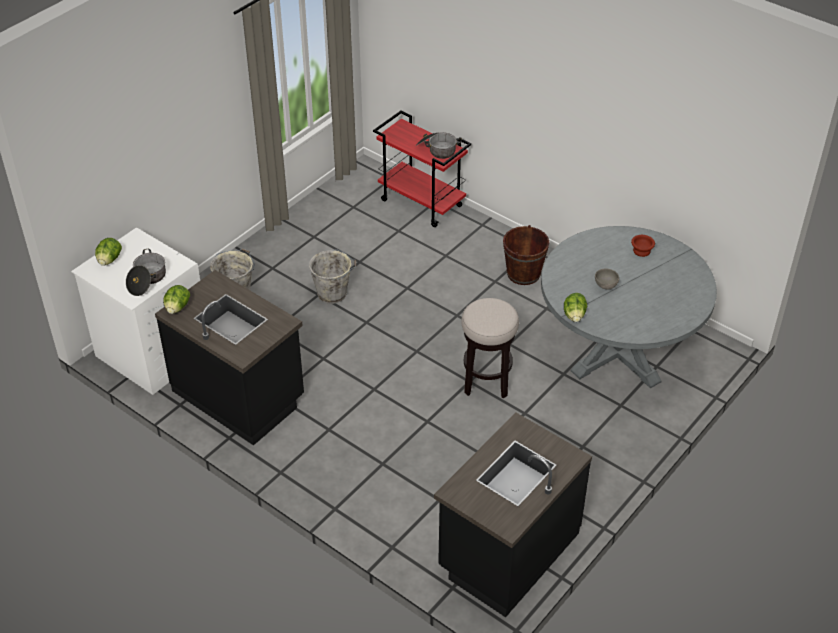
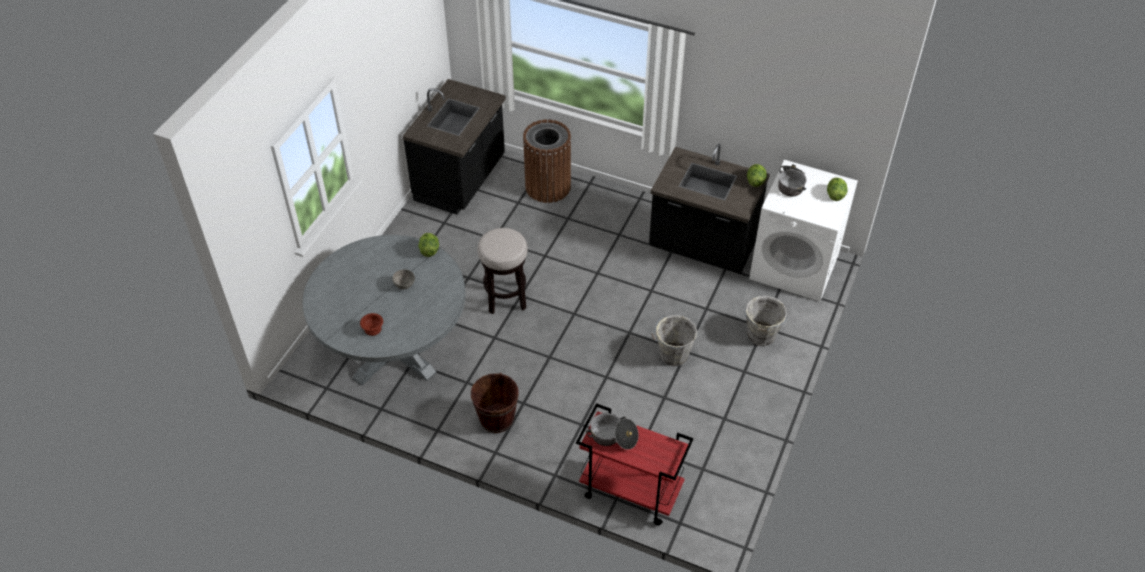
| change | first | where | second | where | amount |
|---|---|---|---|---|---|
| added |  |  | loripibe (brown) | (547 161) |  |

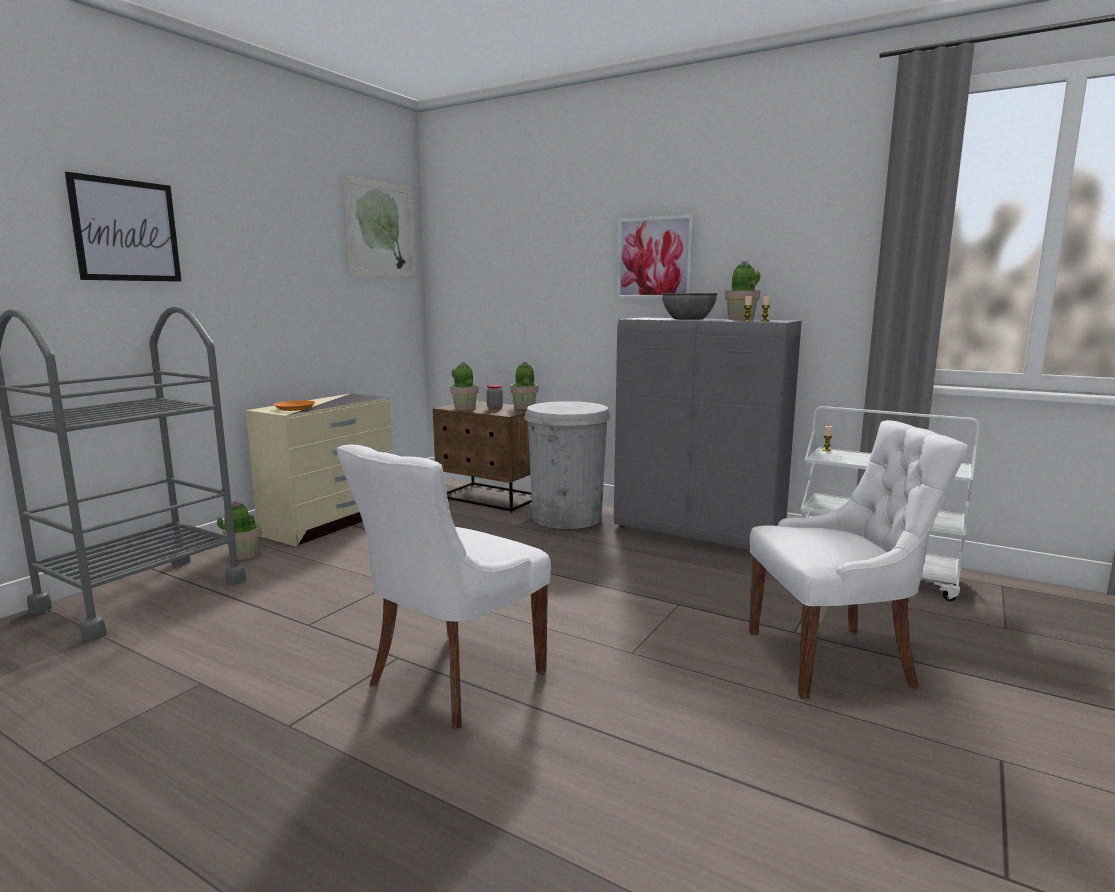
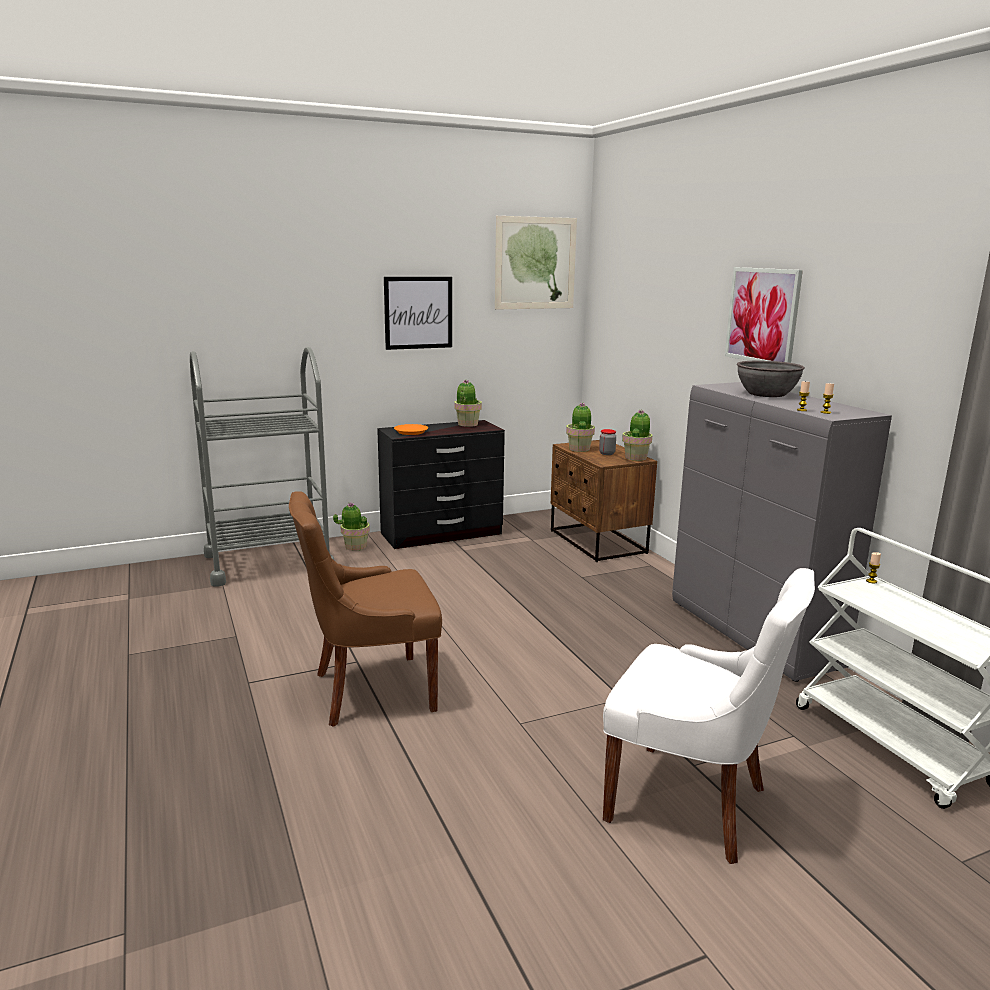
| change | first | where | second | where | amount |
|---|---|---|---|---|---|
| recoloured | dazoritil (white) | (443 587) | dazoritil (brown) | (365 609) |  |
| recoloured | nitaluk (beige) | (319 469) | nitaluk (black) | (441 484) |  |
| moved | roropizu | (123 227) |  | (418 313) |  |
| moved | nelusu | (742 290) |  | (468 403) |  |
| removed | loripibe (white) | (567 465) |  |  |  |

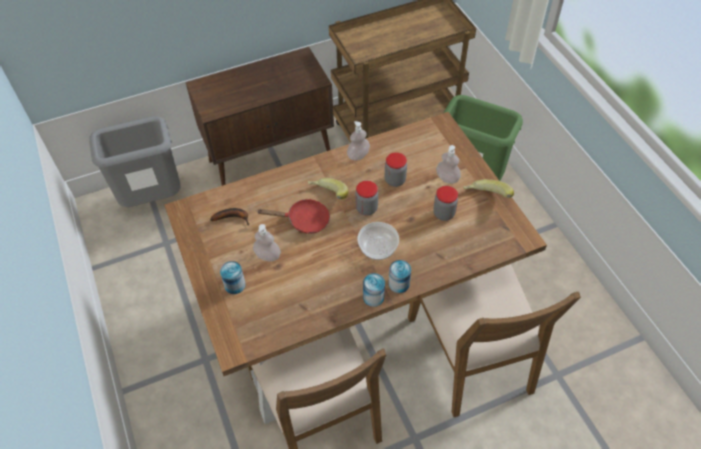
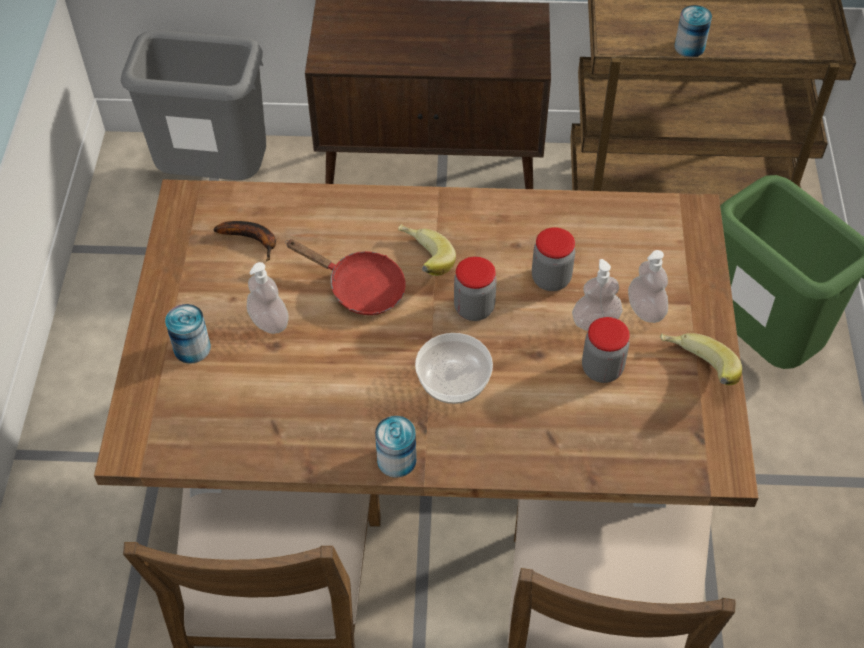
| change | first | where | second | where | amount |
|---|---|---|---|---|---|
| moved | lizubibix | (358 141) |  | (597 295) |  |
| moved | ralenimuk | (400 276) |  | (693 31) |  |

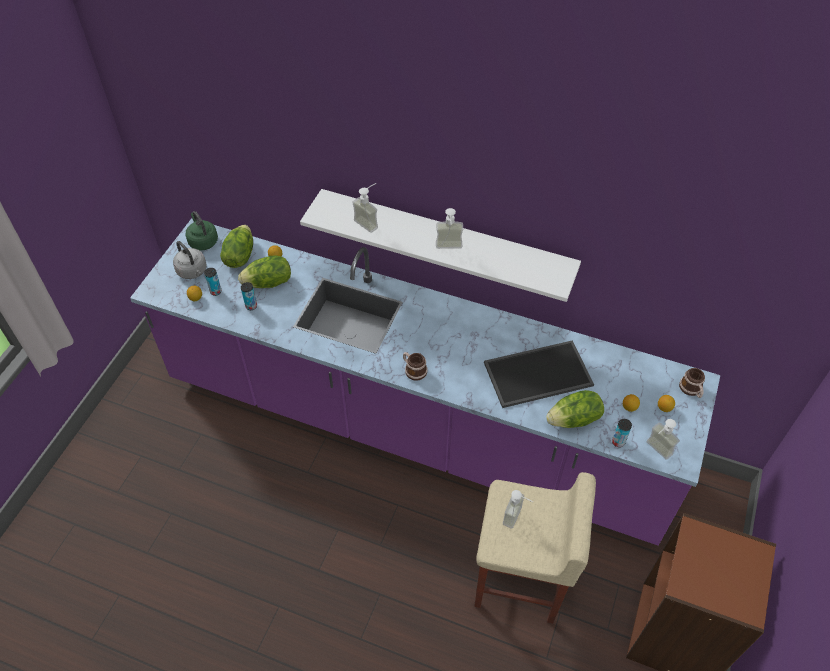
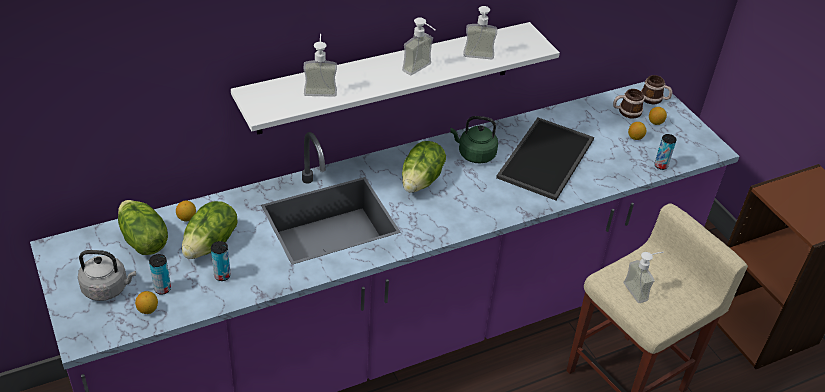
| change | first | where | second | where | amount |
|---|---|---|---|---|---|
| moved | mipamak | (575 409) |  | (424 167) |  |
| moved | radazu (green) | (201 231) |  | (474 139) |  |
| moved | lizubibix | (663 439) |  | (480 32) |  |
| moved | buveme | (415 366) |  | (628 104) |  |

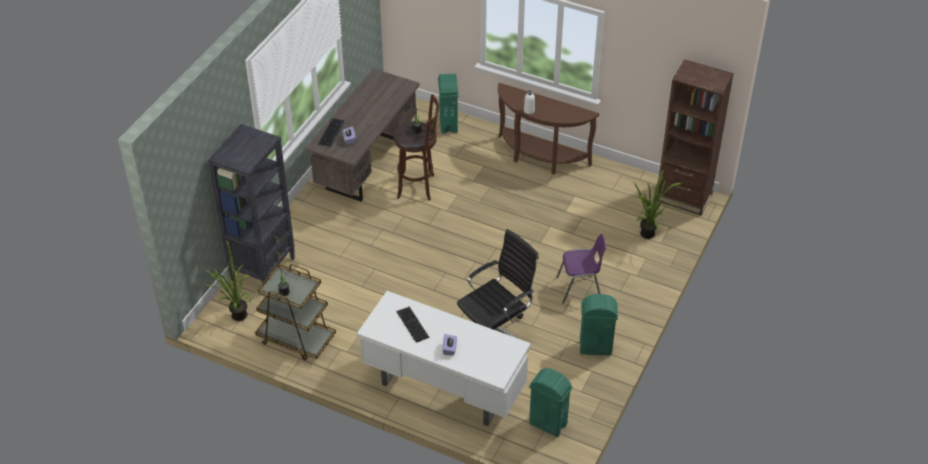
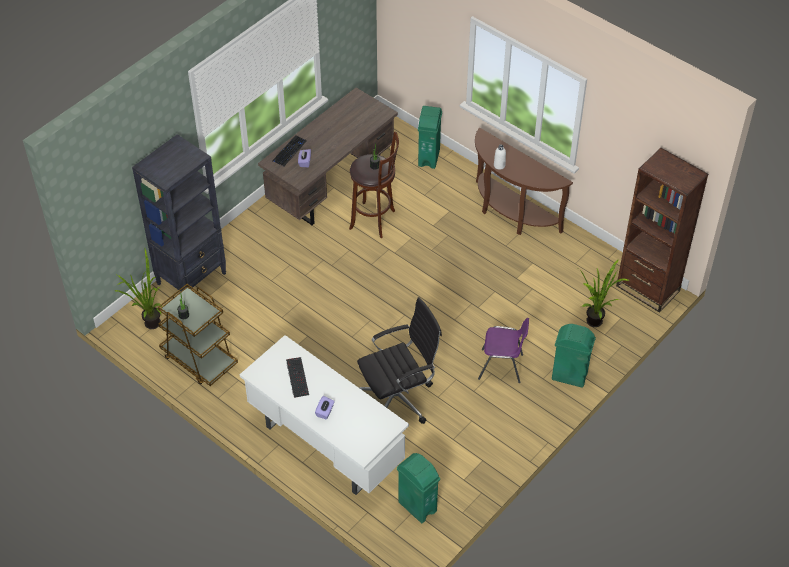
| change | first | where | second | where | amount |
|---|---|---|---|---|---|
| moved | loripibe (green) | (599 325) |  | (574 356) |  |

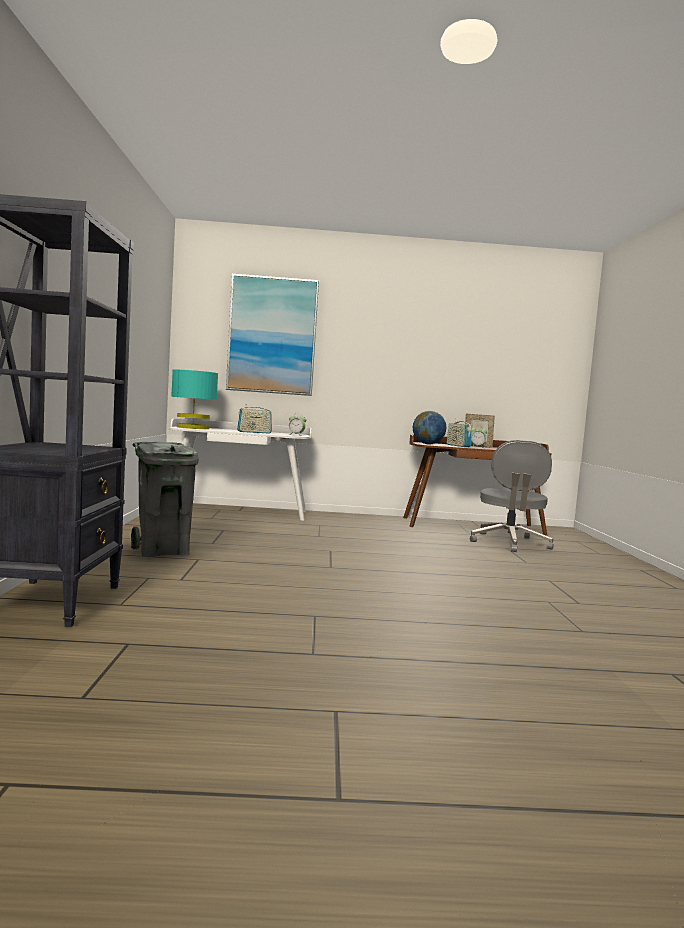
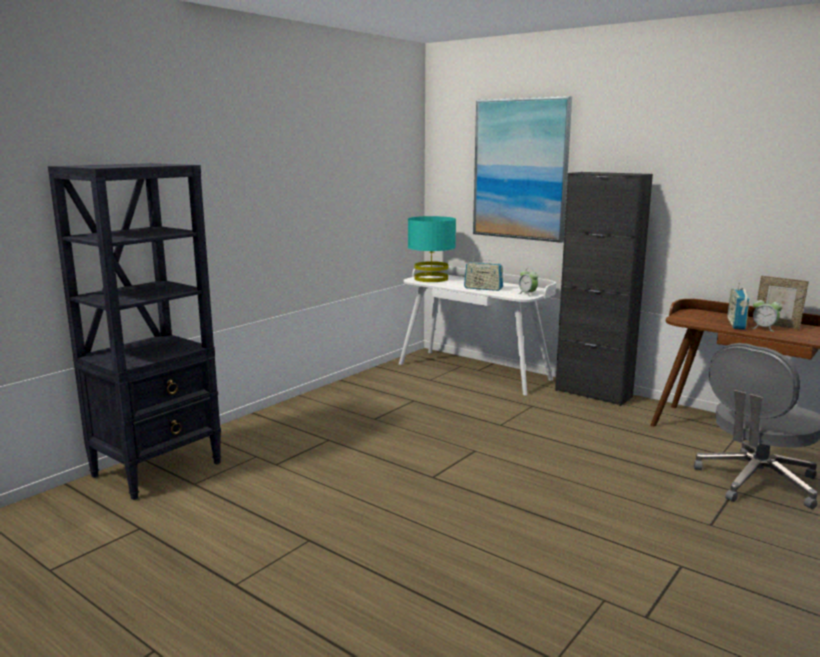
| change | first | where | second | where | amount |
|---|---|---|---|---|---|
| added |  |  | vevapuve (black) | (604 289) |  |
| removed | loripibe (grey) | (165 499) |  |  |  |
| removed | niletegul | (429 427) |  |  |  |

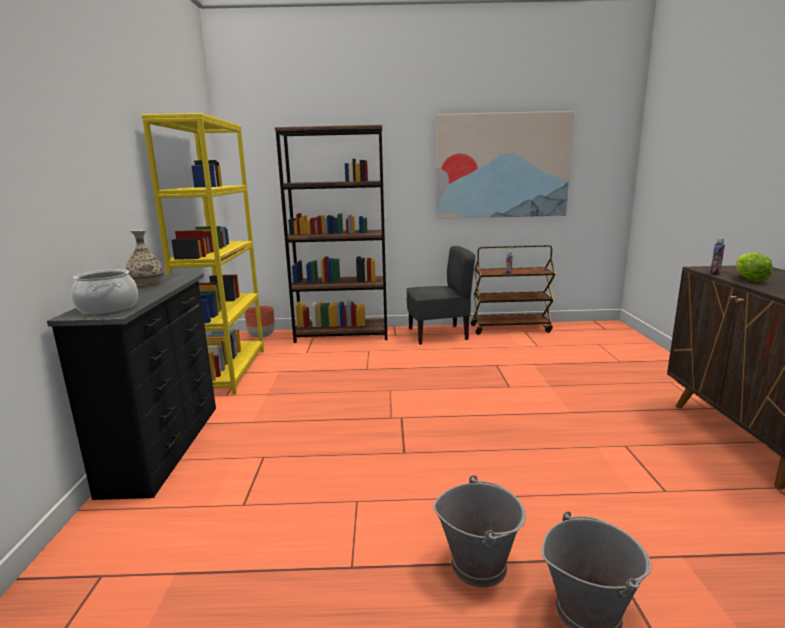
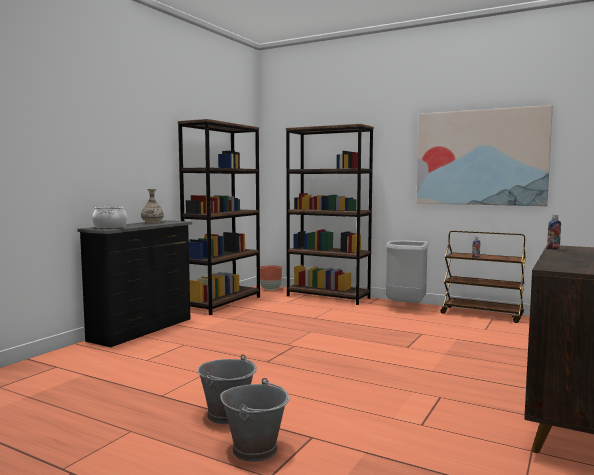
| change | first | where | second | where | amount |
|---|---|---|---|---|---|
| recoloured | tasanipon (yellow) | (202 254) | tasanipon (brown) | (219 217) |  |
| replaced | dazoritil (grey) | (440 295) | loripibe (grey) | (407 271) |  |
| removed | mipamak | (754 267) |  |  |  |

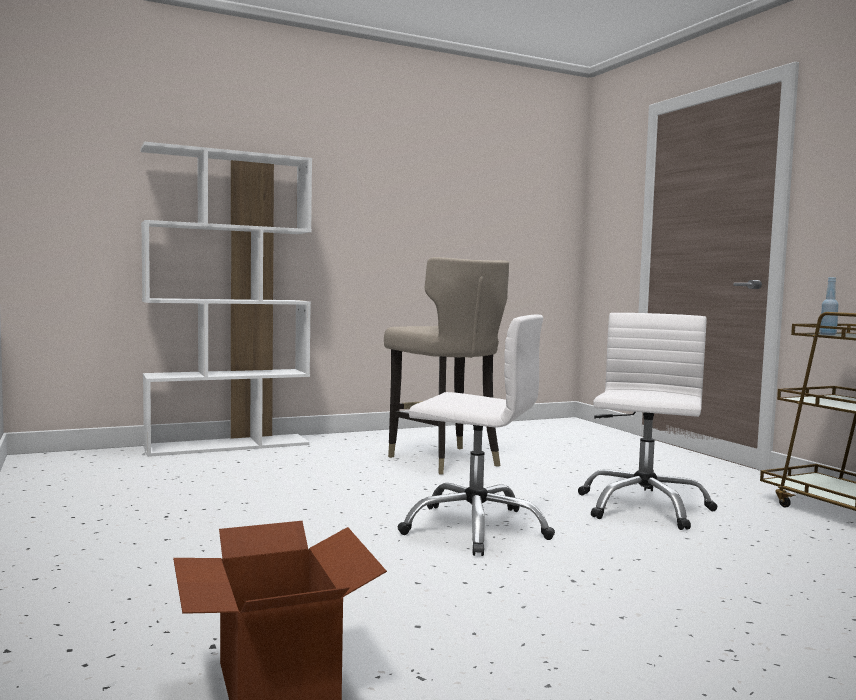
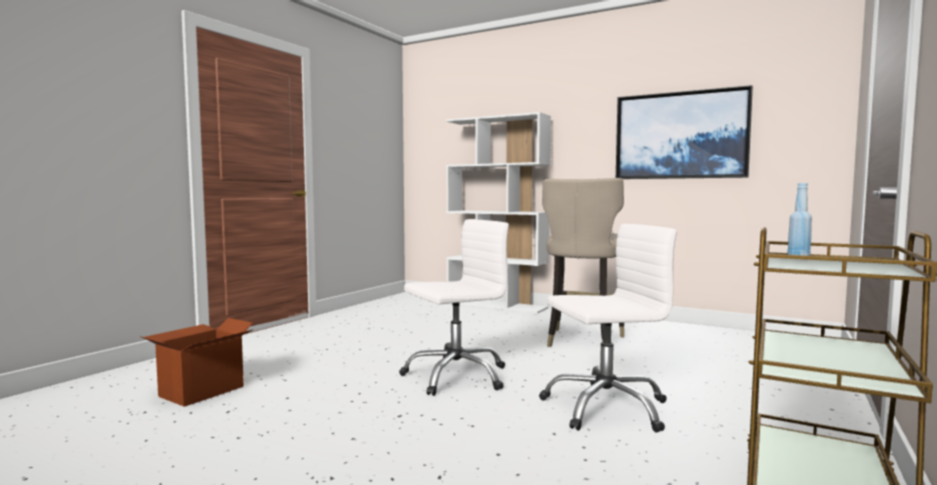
| change | first | where | second | where | amount |
|---|---|---|---|---|---|
| turned | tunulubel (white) | (476 435) |  | (454 307) | 105 degrees counterclockwise |
| added |  |  | roropizu | (684 132) |  |

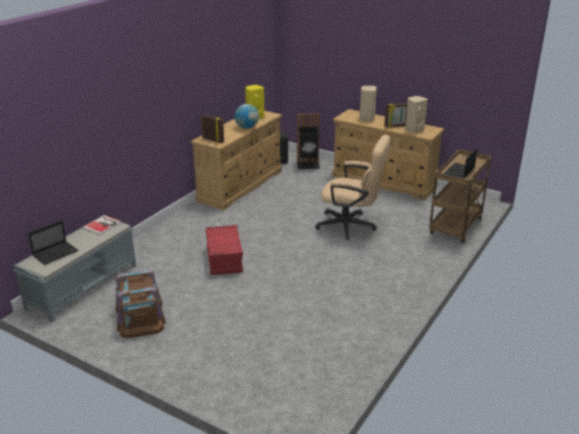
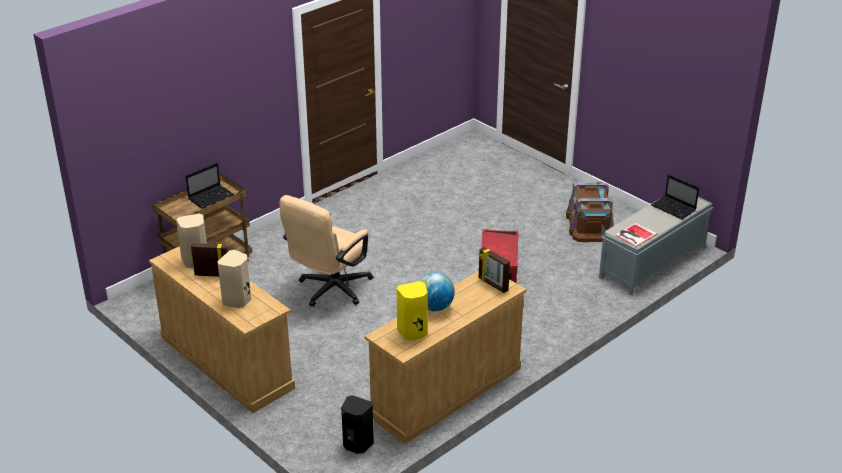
| change | first | where | second | where | amount |
|---|---|---|---|---|---|
| turned | tunulubel (beige) | (352 187) |  | (326 251) | 90 degrees counterclockwise |
| turned | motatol | (53 243) |  | (675 197) | 105 degrees counterclockwise |
| removed | loripibe (black) | (308 141) |  |  |  |

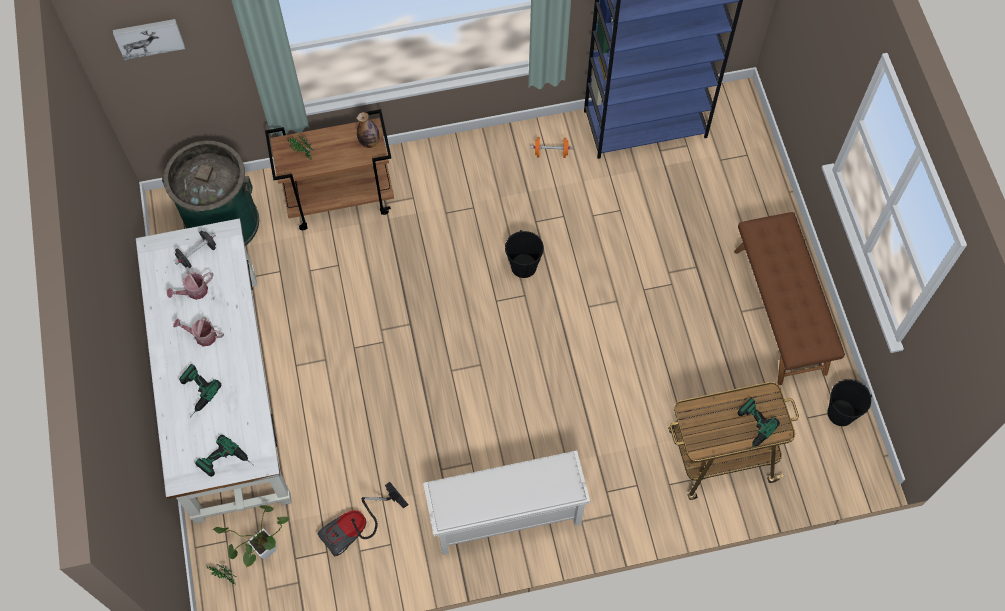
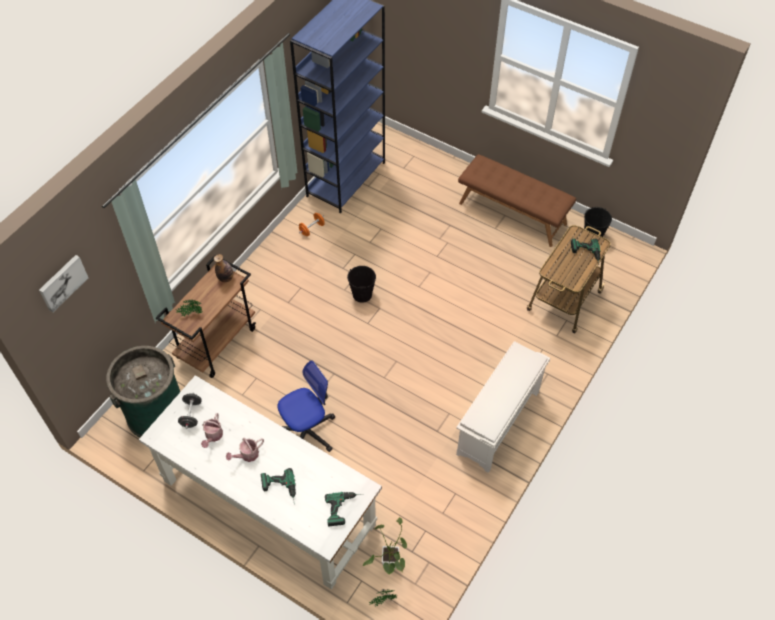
| change | first | where | second | where | amount |
|---|---|---|---|---|---|
| added |  |  | tunulubel | (306 406) |  |
| removed | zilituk | (363 518) |  |  |  |

